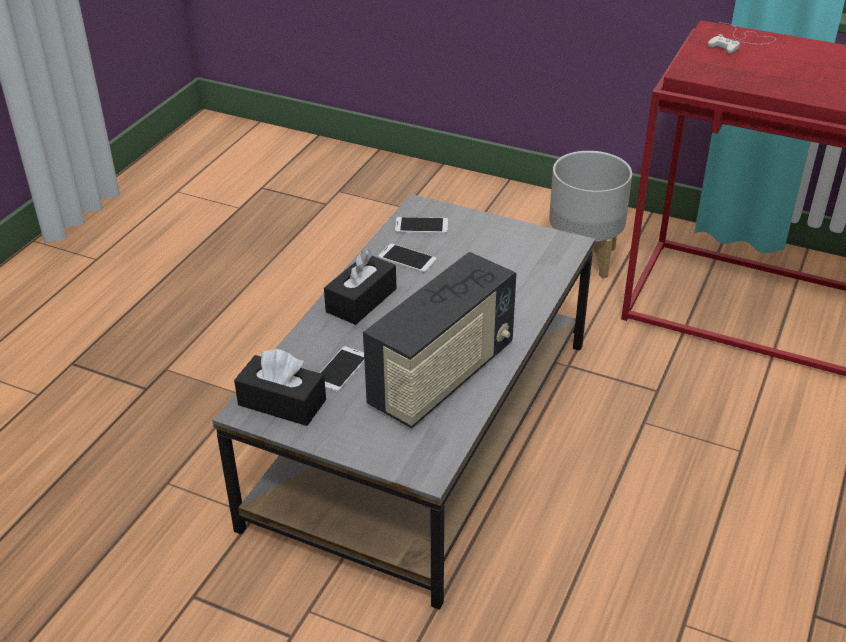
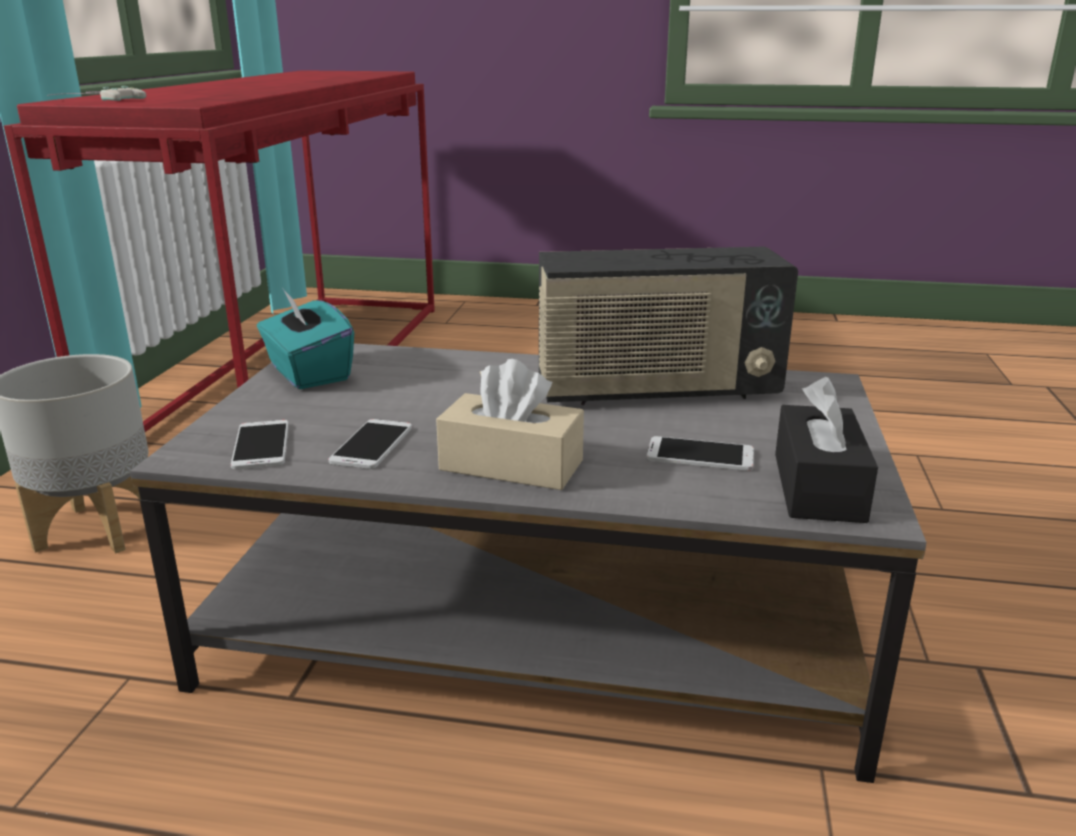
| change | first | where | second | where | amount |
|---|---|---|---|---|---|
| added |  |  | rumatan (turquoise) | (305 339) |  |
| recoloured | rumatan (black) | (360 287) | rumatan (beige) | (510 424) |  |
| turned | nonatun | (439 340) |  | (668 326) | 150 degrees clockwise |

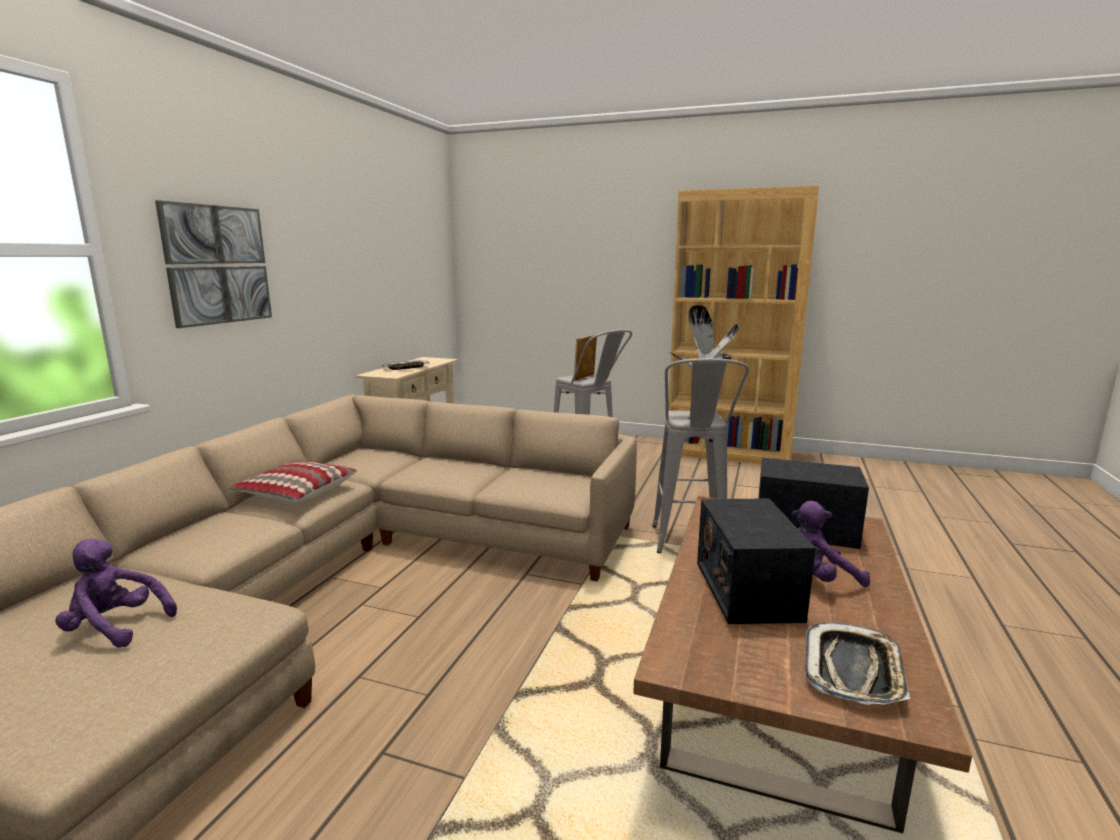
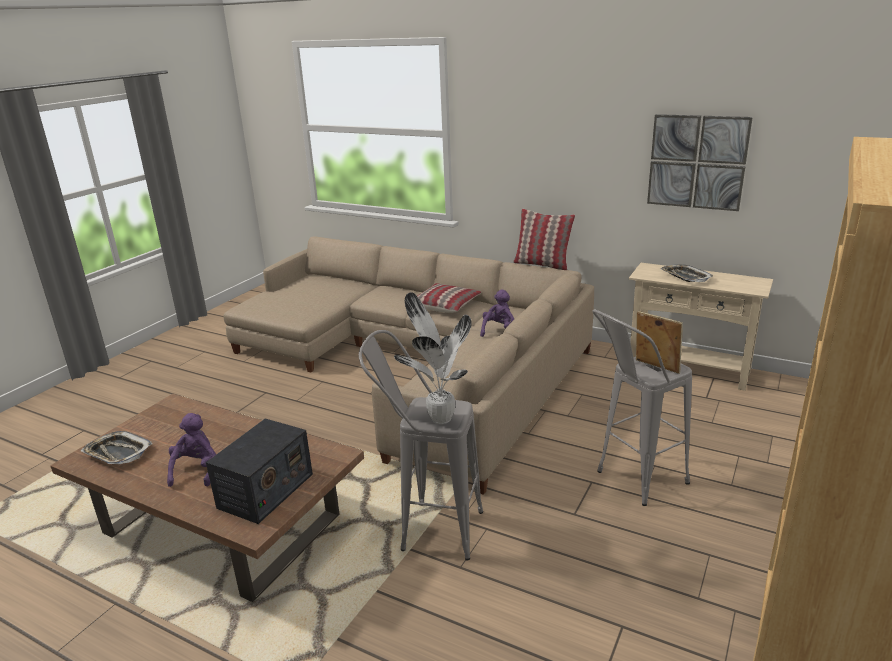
| change | first | where | second | where | amount |
|---|---|---|---|---|---|
| moved | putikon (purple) | (116 593) |  | (497 313) |  |
| added |  |  | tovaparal | (544 239) |  |
| moved | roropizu | (213 264) |  | (700 162) |  |
| removed | nonatun | (756 561) |  |  |  |

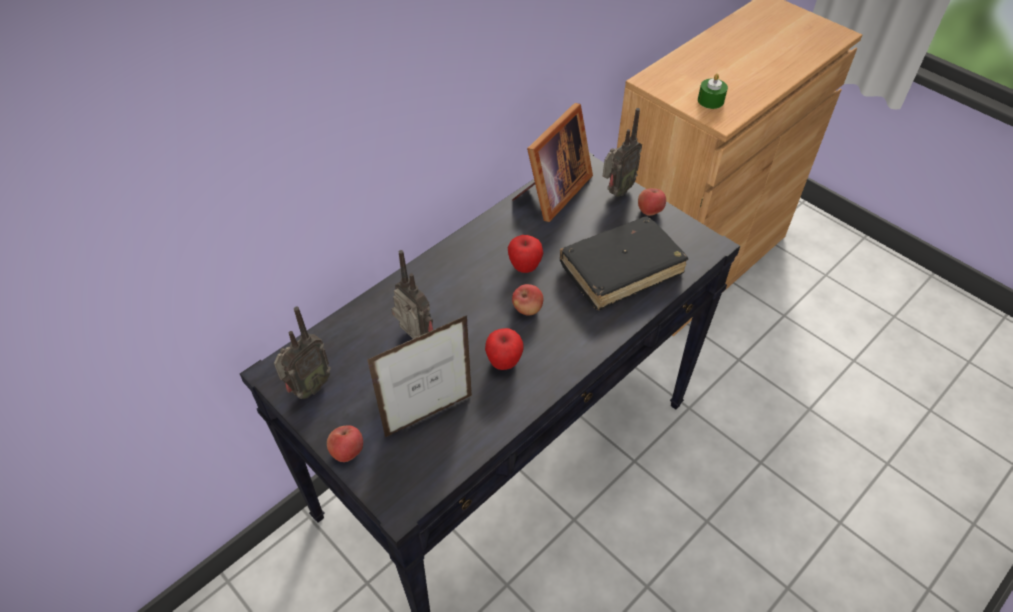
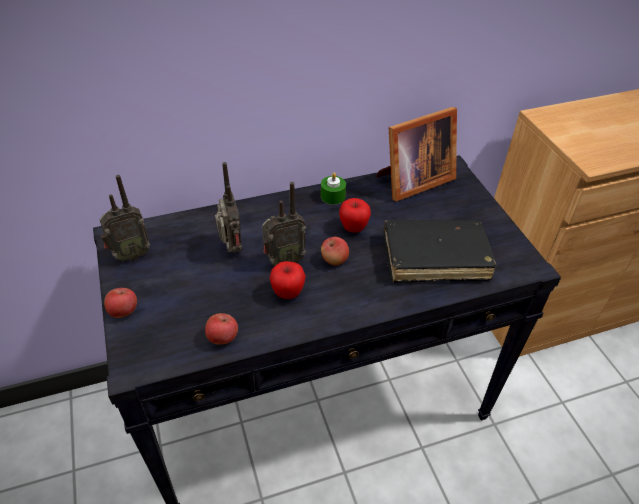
| change | first | where | second | where | amount |
|---|---|---|---|---|---|
| moved | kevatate | (652 202) |  | (221 329) |  |
| moved | nonatun | (622 152) |  | (284 223) |  |
| moved | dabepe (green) | (713 91) |  | (333 188) |  |
| removed | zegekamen | (419 376) |  |  |  |

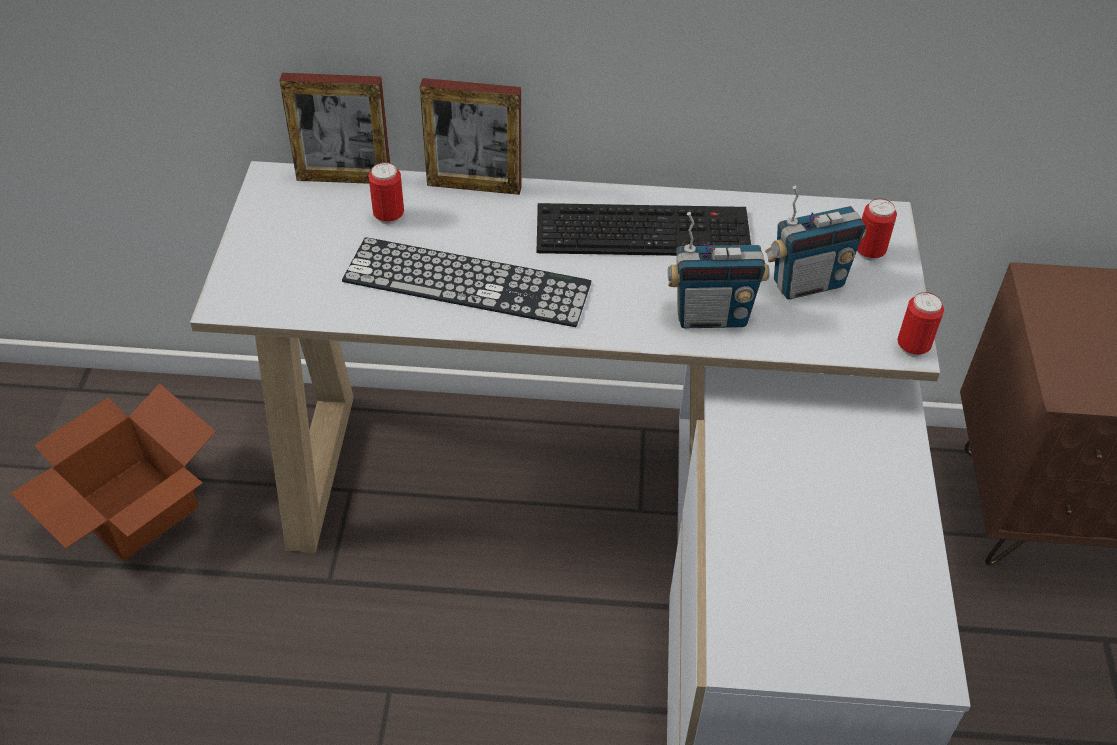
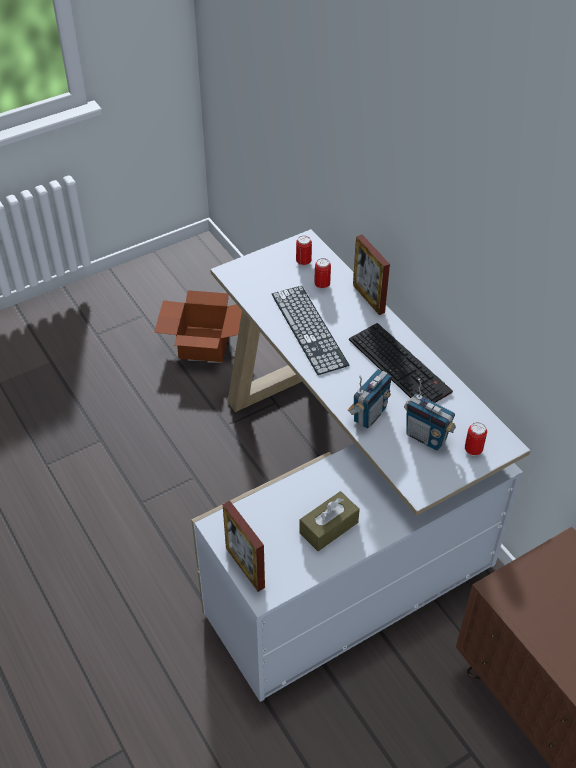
| change | first | where | second | where | amount |
|---|---|---|---|---|---|
| moved | zegekamen | (334 128) |  | (244 546) |  |
| moved | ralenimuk | (920 324) |  | (304 251) |  |
| added |  |  | rumatan (brown) | (329 521) |  |
| turned | nonatun | (719 270) |  | (370 399) | 105 degrees counterclockwise |

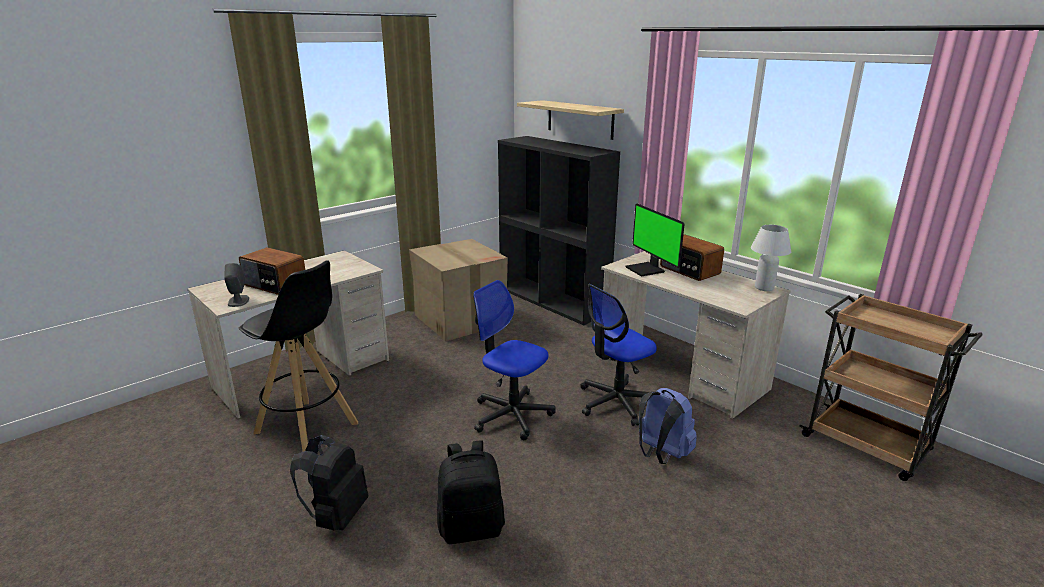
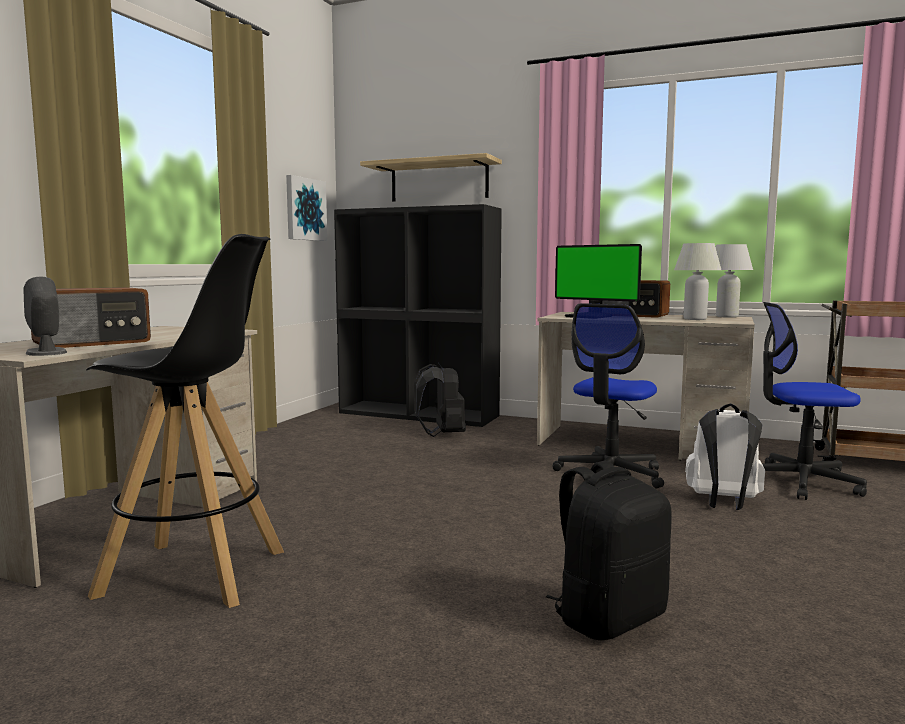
| change | first | where | second | where | amount |
|---|---|---|---|---|---|
| turned | nonatun | (272 271) |  | (91 317) | 45 degrees counterclockwise |
| added |  |  | roropizu | (306 208) |  |
| moved | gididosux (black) | (329 483) |  | (440 400) |  |
| added |  |  | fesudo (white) | (697 281) |  |
| recoloured | gididosux (blue) | (668 426) | gididosux (white) | (725 456) |  |
| moved | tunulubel | (514 360) |  | (814 401) |  |
| removed | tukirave | (458 290) |  |  |  |

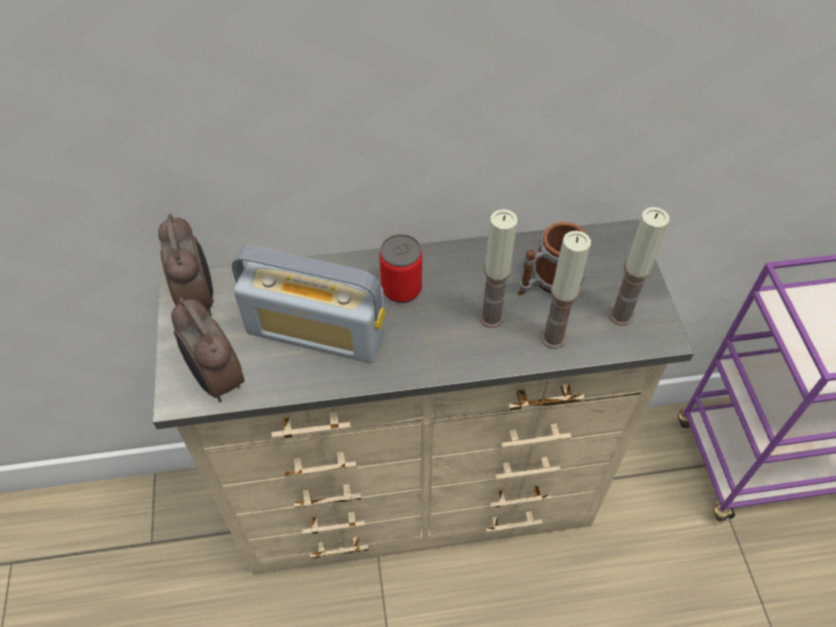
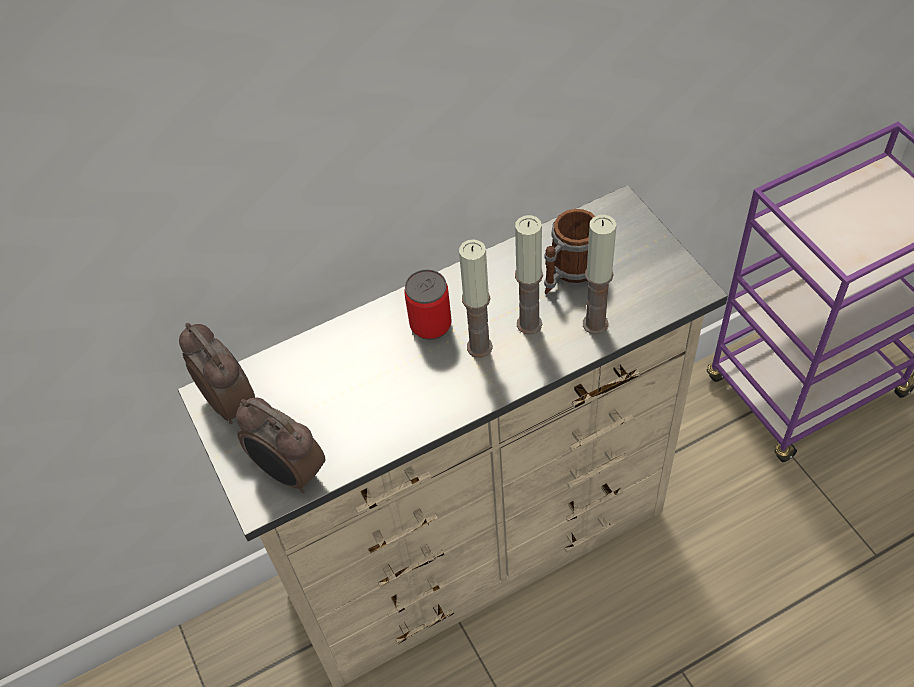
| change | first | where | second | where | amount |
|---|---|---|---|---|---|
| moved | dabepe | (638 266) |  | (476 298) |  |
| removed | nonatun | (308 304) |  |  |  |

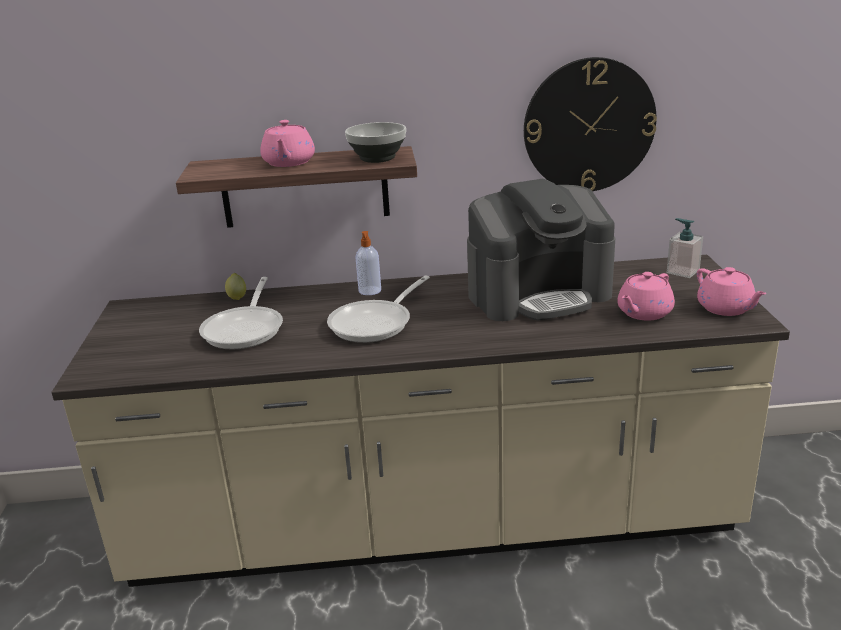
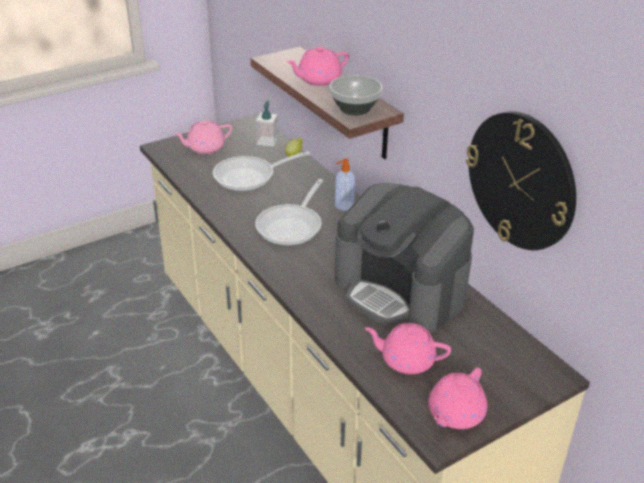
| change | first | where | second | where | amount |
|---|---|---|---|---|---|
| added |  |  | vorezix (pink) | (203 137) |  |
| moved | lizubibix | (685 248) |  | (266 123) |  |
| turned | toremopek | (378 309) |  | (289 212) | 75 degrees counterclockwise |

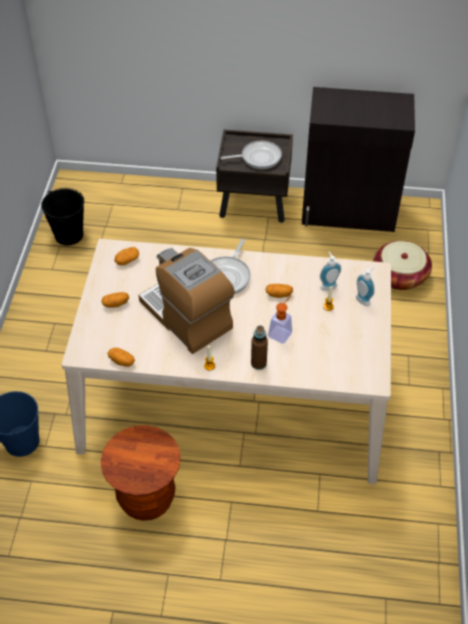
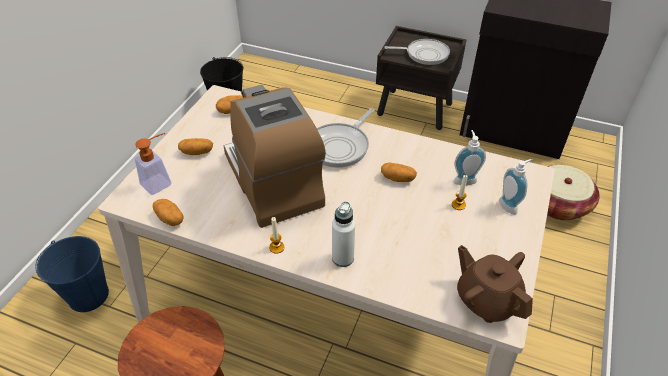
| change | first | where | second | where | amount |
|---|---|---|---|---|---|
| moved | lizubibix | (280 319) |  | (153 164) |  |
| recoloured | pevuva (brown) | (259 348) | pevuva (white) | (343 234) |  |
| added |  |  | vorezix (brown) | (495 284) |  |

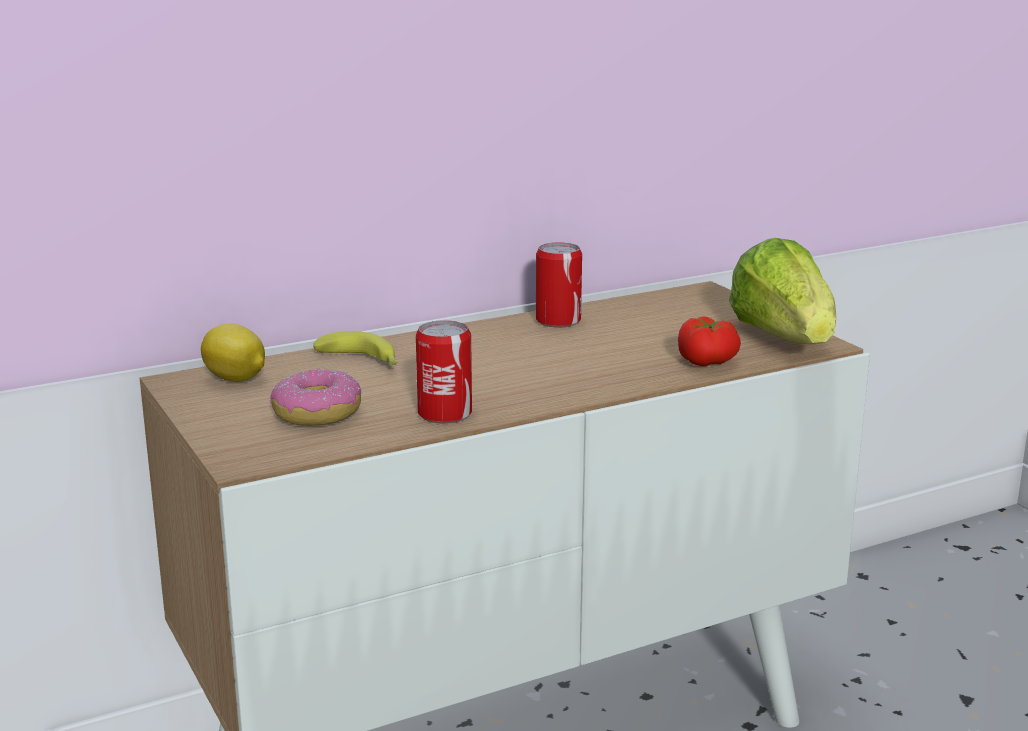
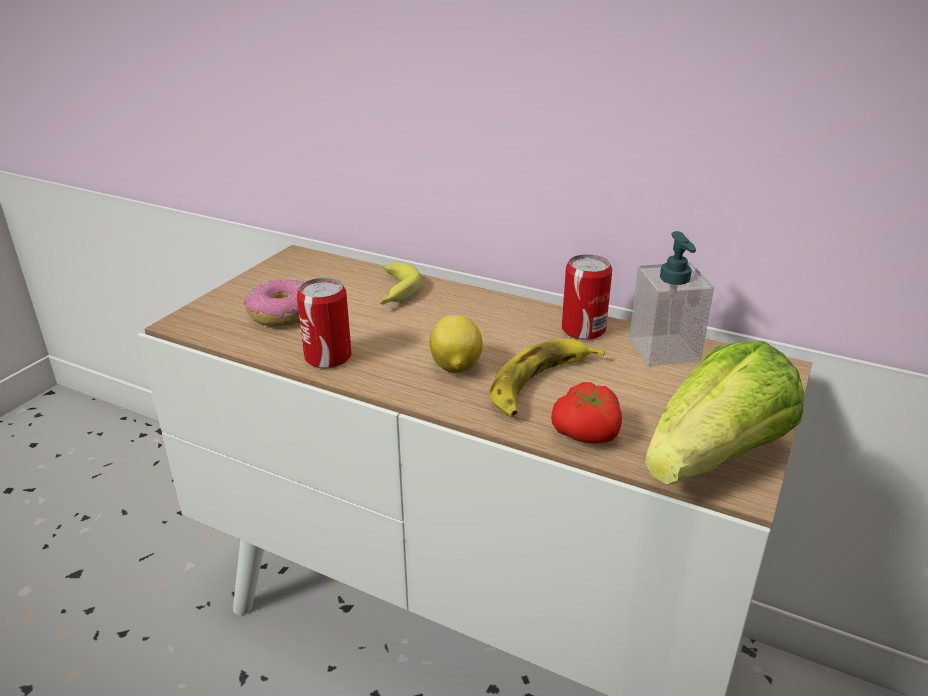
| change | first | where | second | where | amount |
|---|---|---|---|---|---|
| moved | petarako | (233 353) |  | (456 344) |  |
| added |  |  | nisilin | (547 377) |  |
| added |  |  | lizubibix | (671 298) |  |

